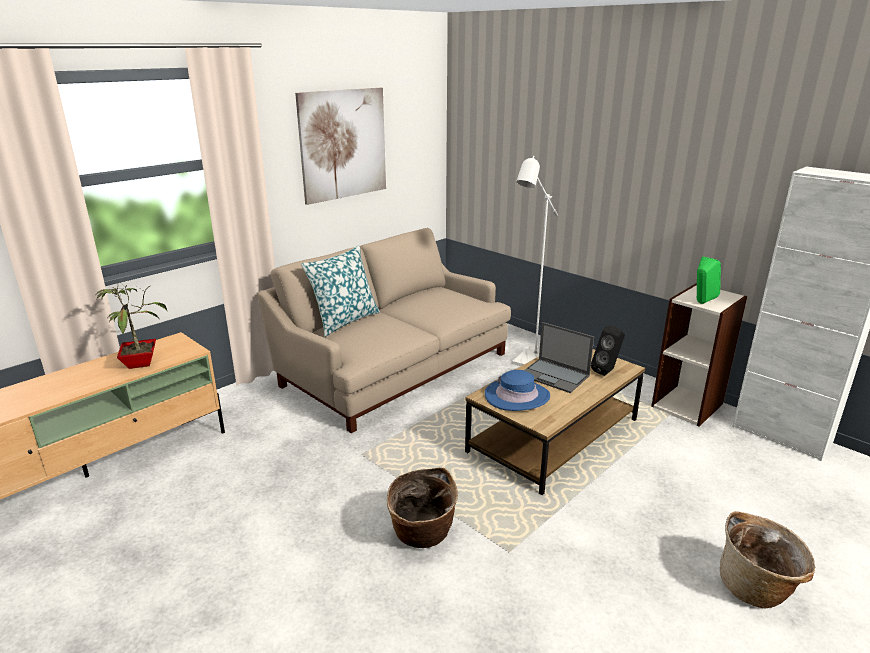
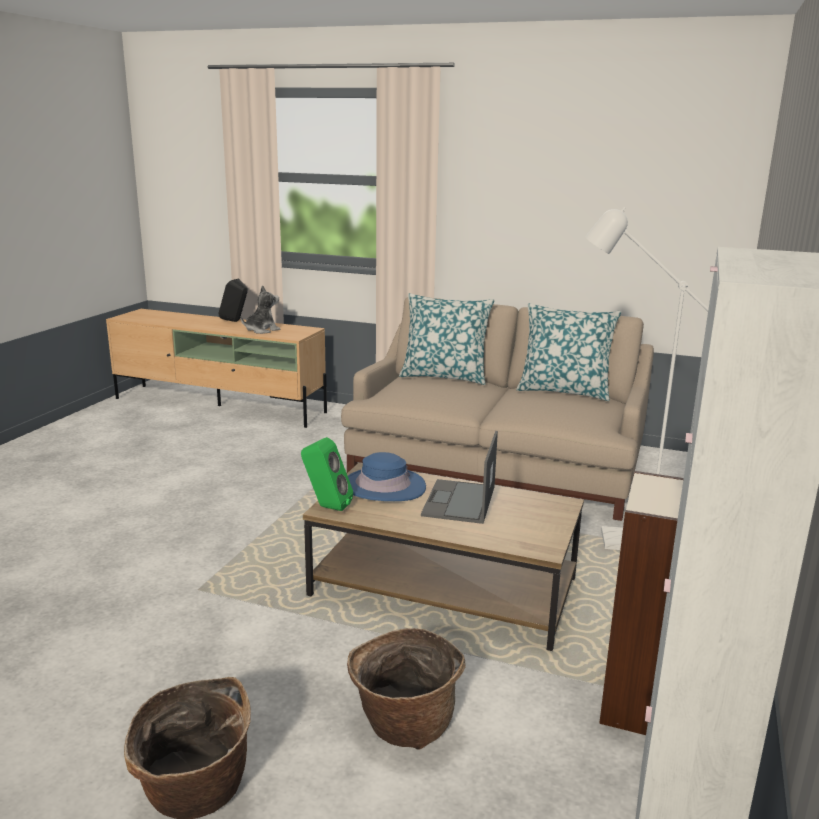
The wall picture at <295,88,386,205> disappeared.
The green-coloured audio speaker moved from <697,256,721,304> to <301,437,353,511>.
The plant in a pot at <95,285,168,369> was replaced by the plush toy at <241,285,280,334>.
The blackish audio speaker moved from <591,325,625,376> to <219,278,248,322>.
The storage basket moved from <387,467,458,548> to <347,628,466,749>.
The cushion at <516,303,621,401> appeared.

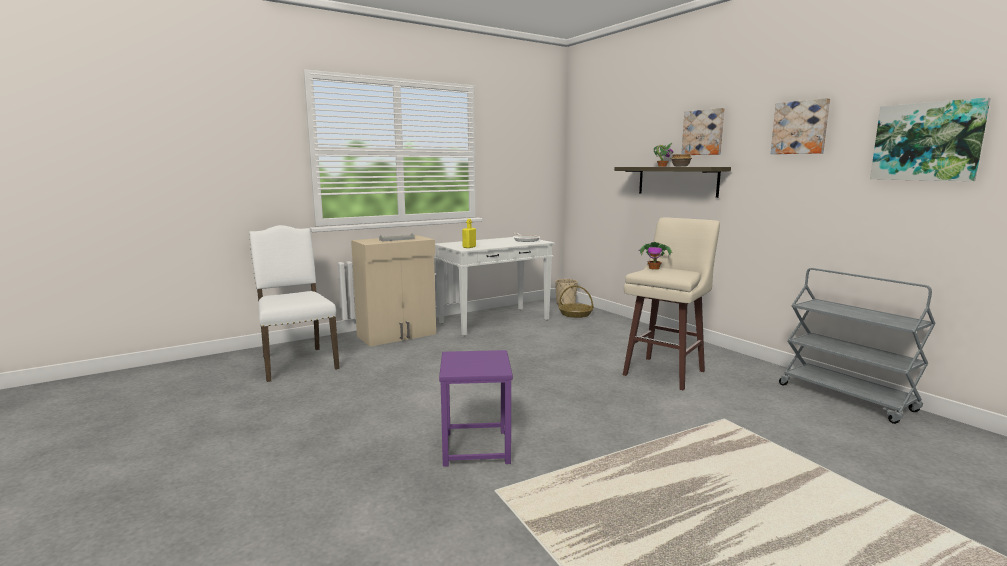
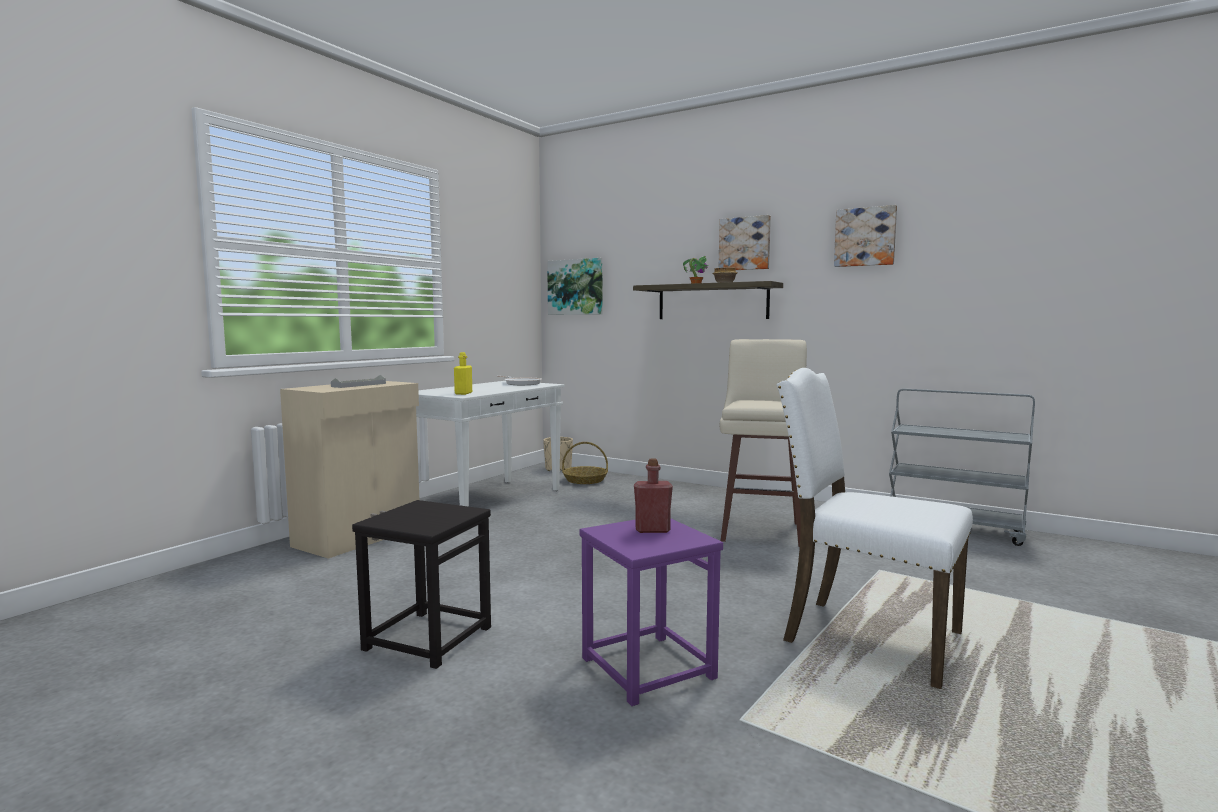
The wall picture moved from <870,97,991,181> to <547,258,602,315>.
The whitish plain chair moved from <249,225,340,382> to <777,368,973,689>.
The plant in a pot at <638,242,673,270> disappeared.
The red beverage bottle at <634,459,673,533> appeared.
The blackish stool seat at <352,500,491,669> appeared.

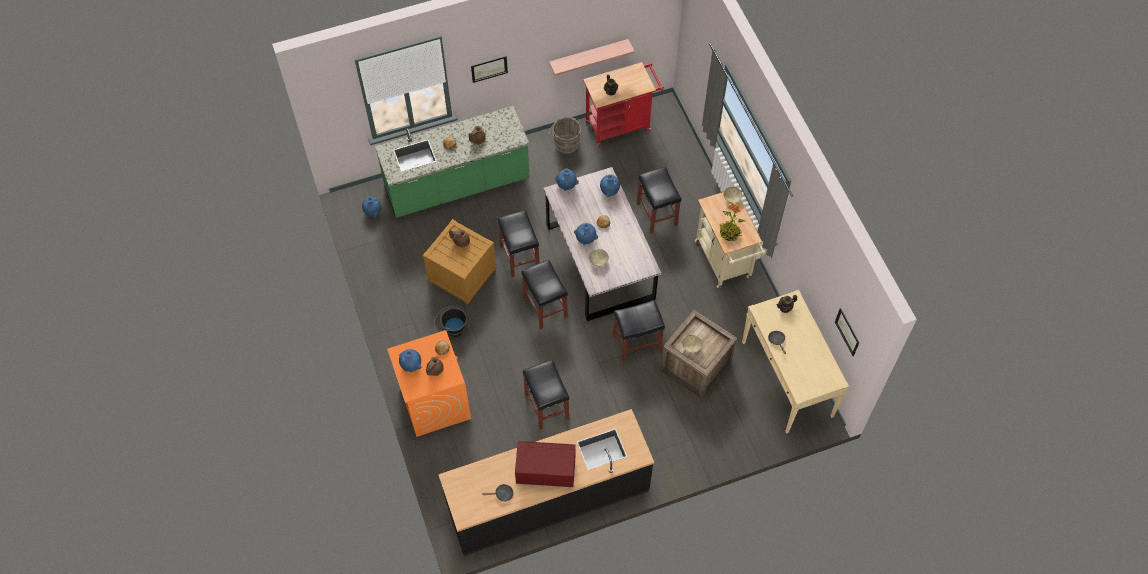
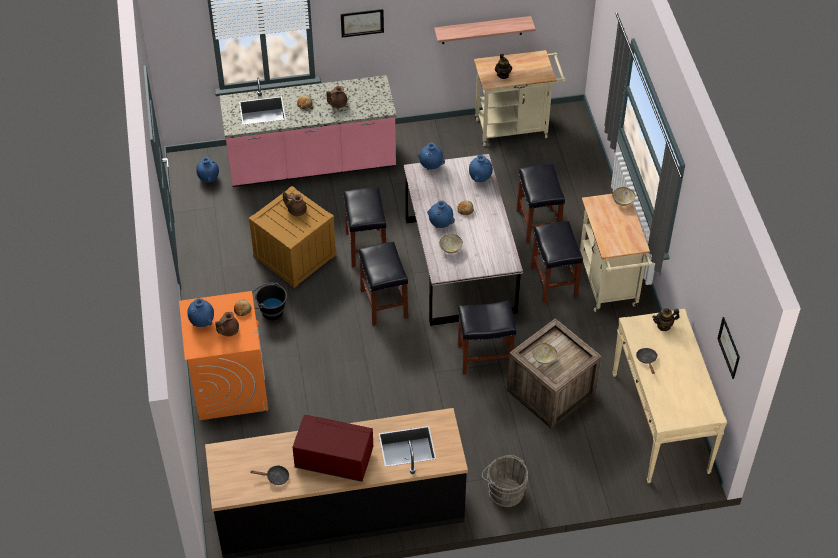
The red cart at <583,62,664,147> became the sand-coloured cart at <474,50,567,146>.
The green-coloured kitchen base unit at <375,106,530,218> became the pink kitchen base unit at <219,75,396,187>.
The grey bucket moved from <549,117,581,154> to <482,455,528,507>.
The plant in a pot at <719,203,746,241> disappeared.
The blackish stool seat moved from <523,360,569,430> to <531,221,583,303>.

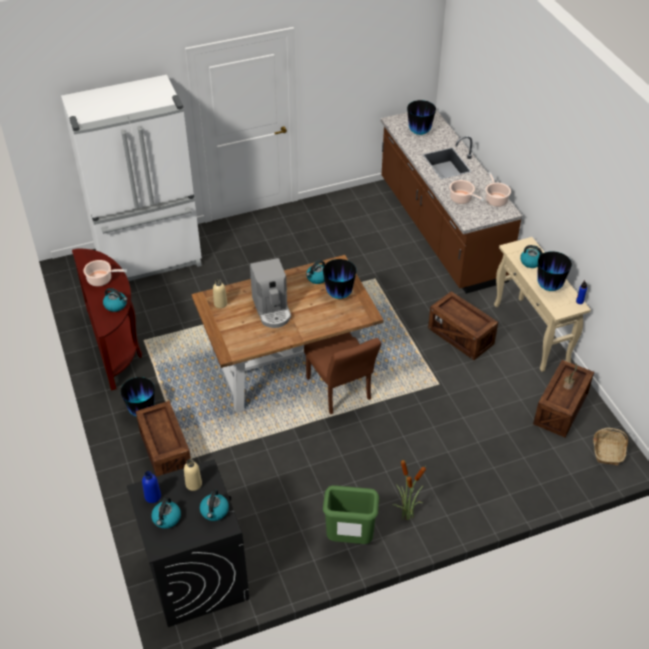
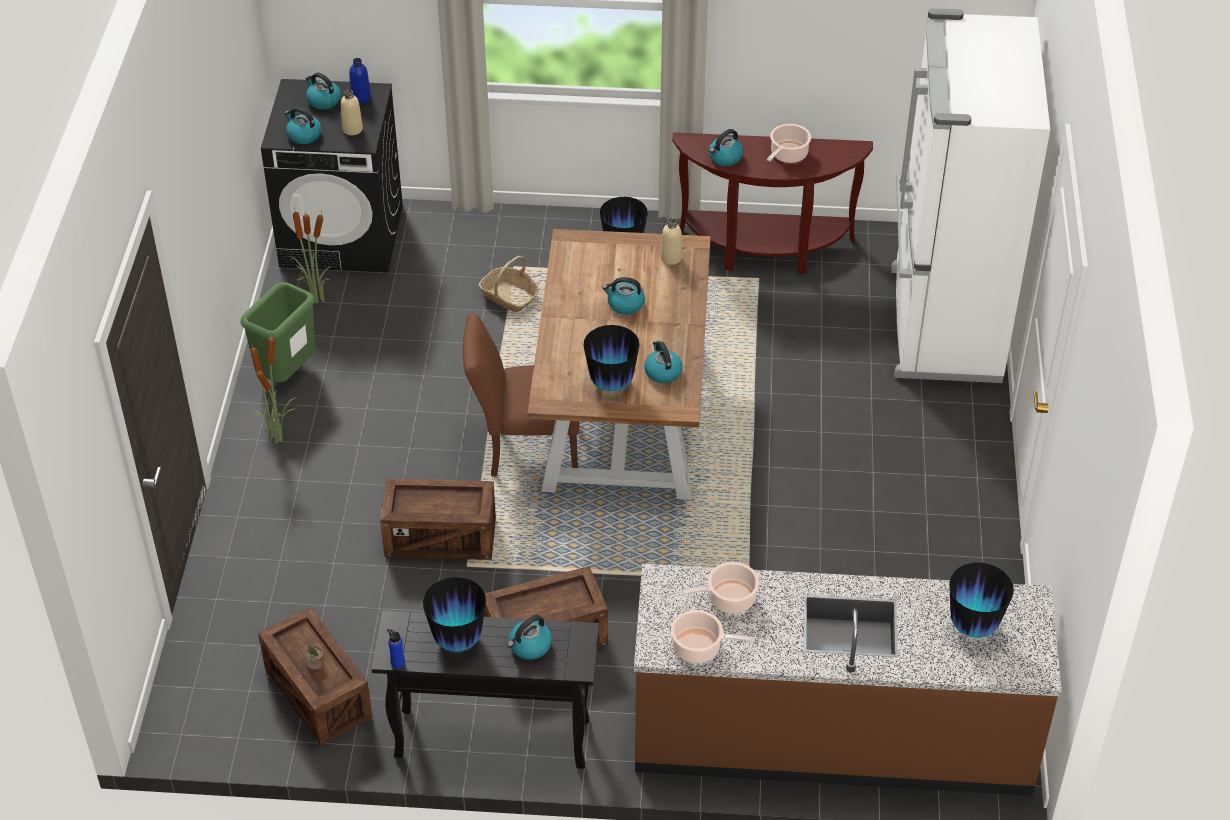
The sand-coloured console table at <494,237,591,372> became the blackish console table at <372,611,599,769>.
The coffee maker at <250,258,291,328> was replaced by the kettle at <602,277,645,315>.
The crate moved from <136,401,191,477> to <380,478,496,560>.
The storage basket moved from <593,428,628,465> to <478,256,539,312>.
The plant in a pot at <290,206,330,303> appeared.

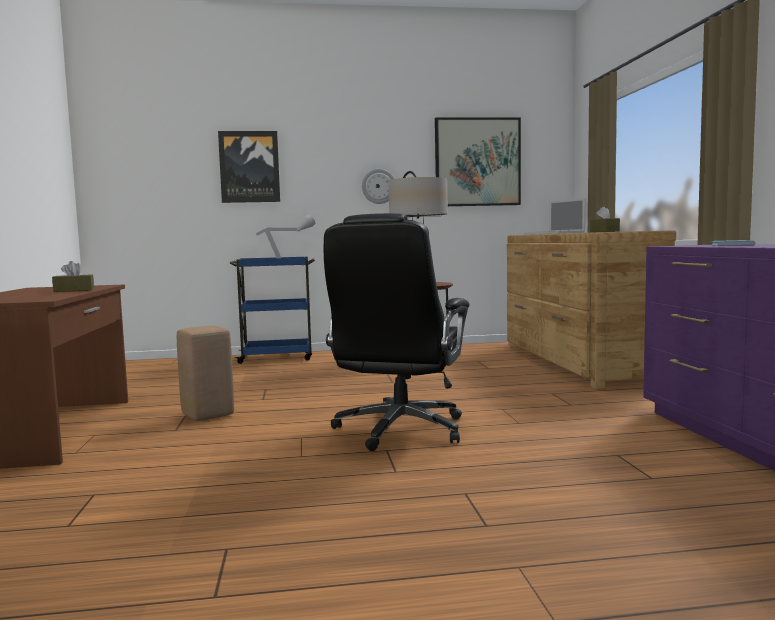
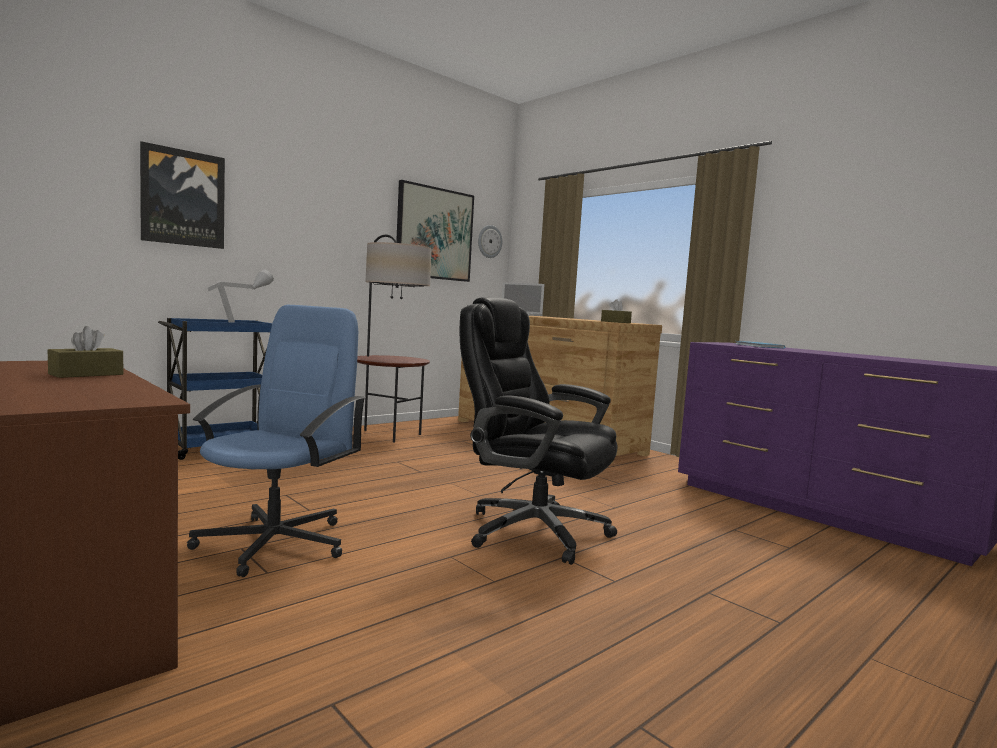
The hanging clock moved from <362,169,394,204> to <478,225,502,258>.
The blackish computer chair at <324,213,470,451> turned 135 degrees clockwise.
The sand-coloured stool seat at <177,326,234,421> was replaced by the blue-coloured computer chair at <187,305,366,577>.

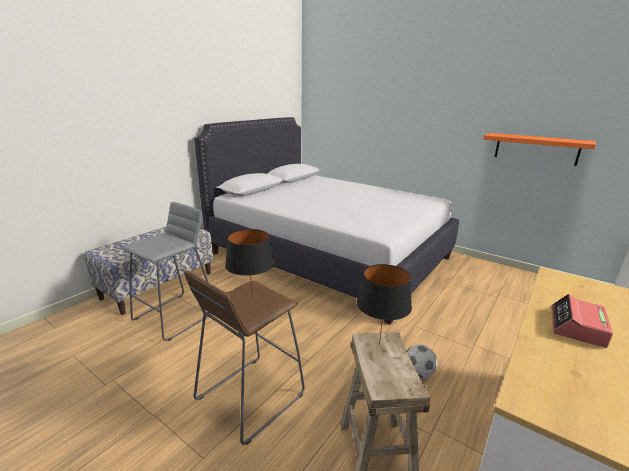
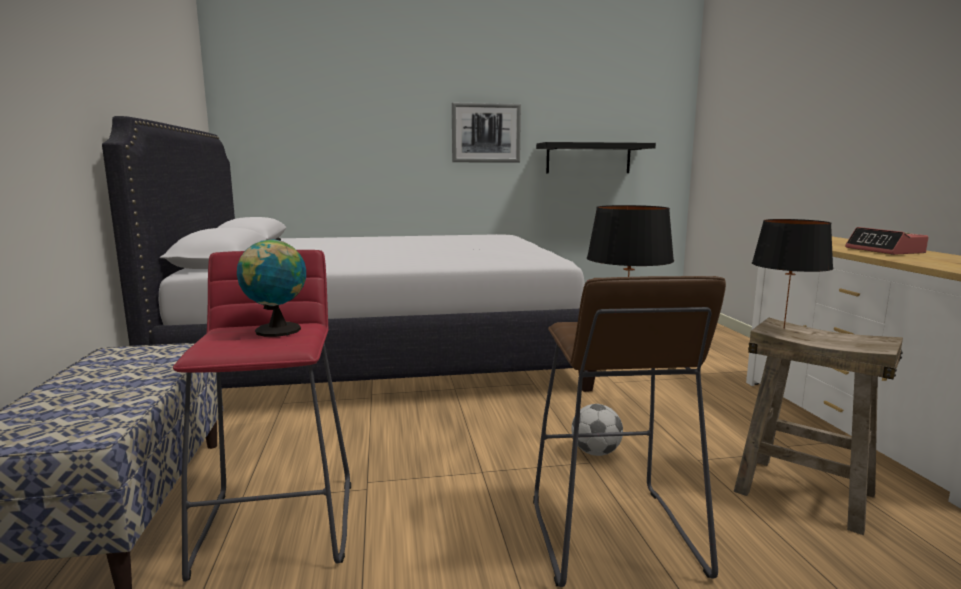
The orange shelf at <483,133,596,166> became the blackish shelf at <536,142,656,173>.
The grey stool seat at <123,202,213,341> became the red stool seat at <173,250,351,582>.
The football moved from <407,344,438,379> to <572,404,623,456>.
The wall picture at <452,102,521,162> appeared.
The desk globe at <237,238,306,337> appeared.

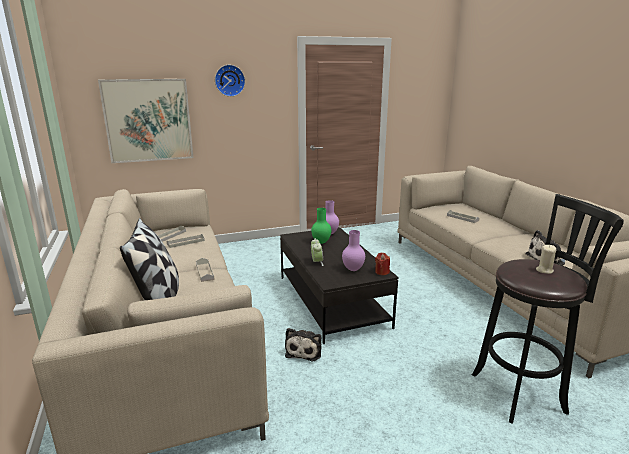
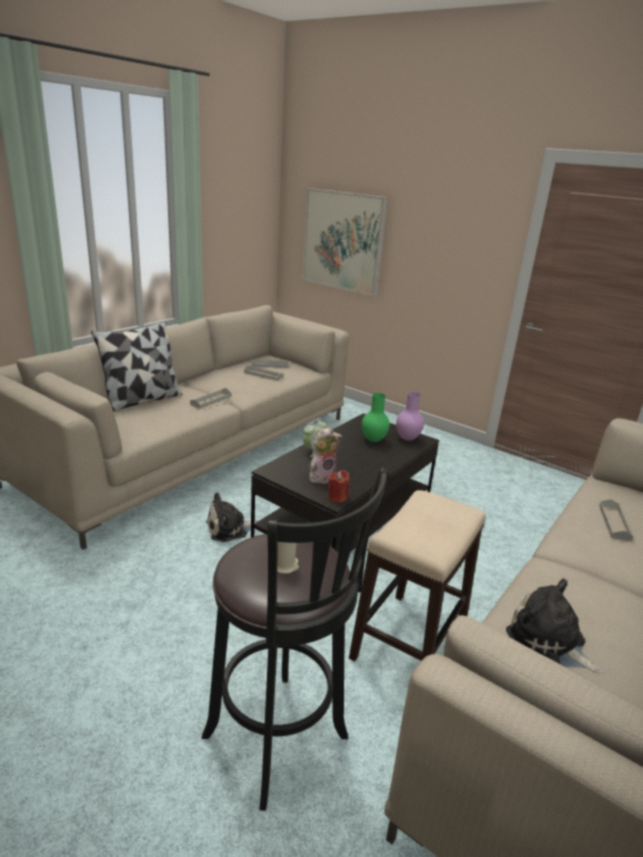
The hanging clock at <215,65,245,97> disappeared.
The purplish flower vase at <342,230,365,271> was replaced by the plush toy at <309,427,342,484>.
The stool seat at <349,490,486,662> appeared.

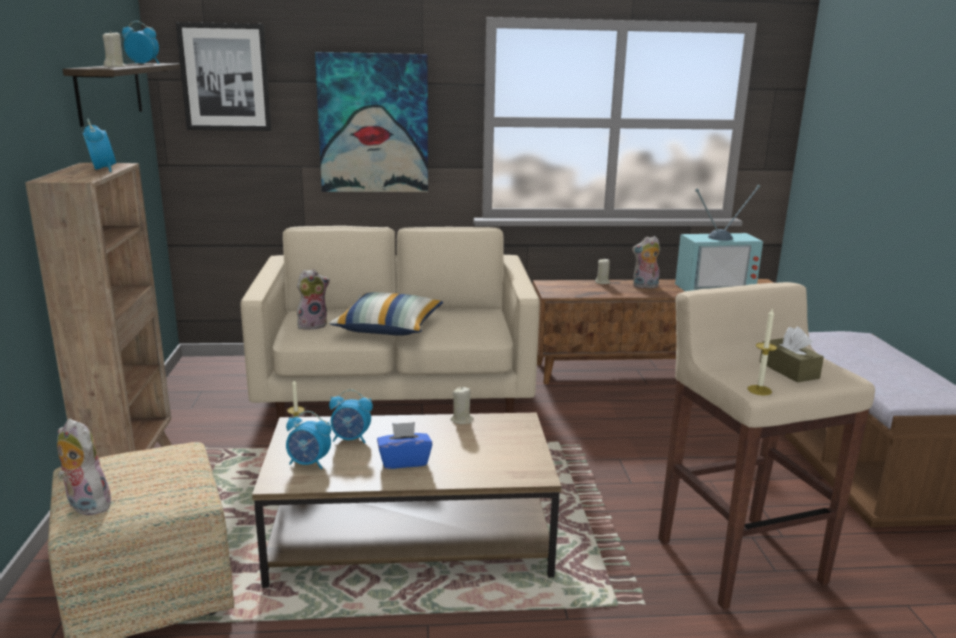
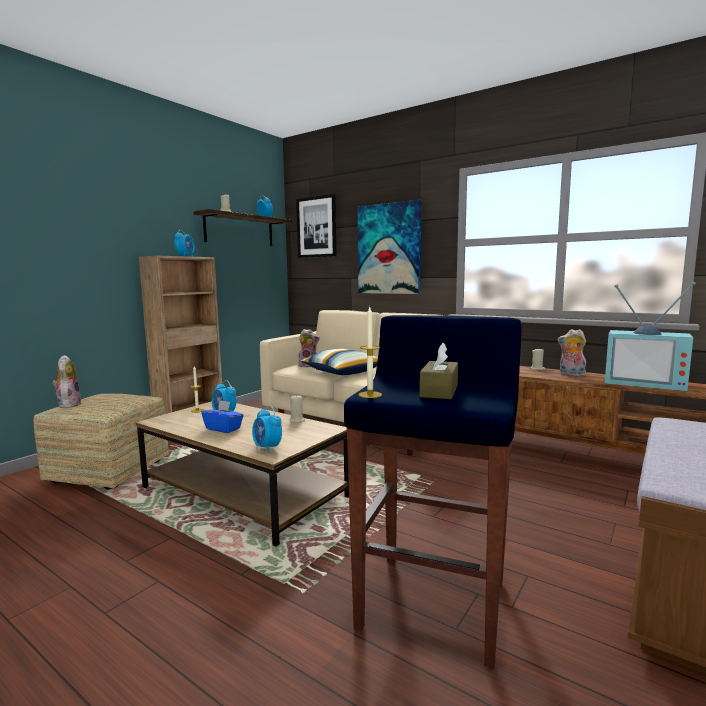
The sand-coloured stool seat at <658,282,875,609> became the blue-coloured stool seat at <344,315,521,668>.
The table clock moved from <286,411,331,469> to <252,406,282,453>.

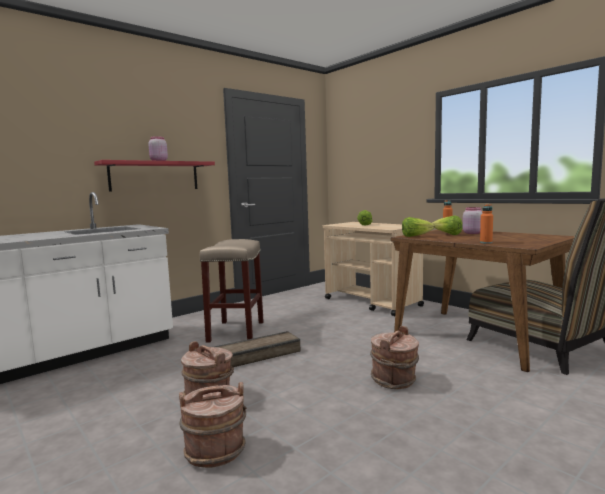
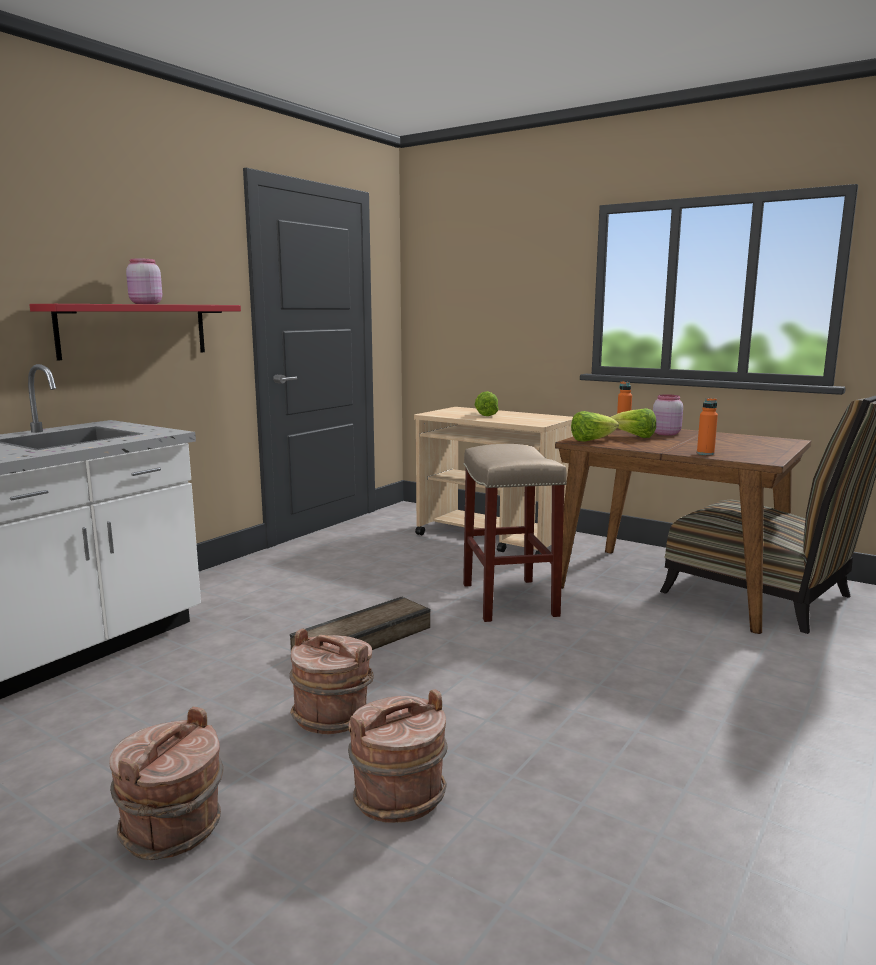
The sand-coloured stool seat moved from <200,239,264,343> to <463,444,567,622>.
The brown bucket moved from <370,326,419,389> to <109,706,223,860>.

